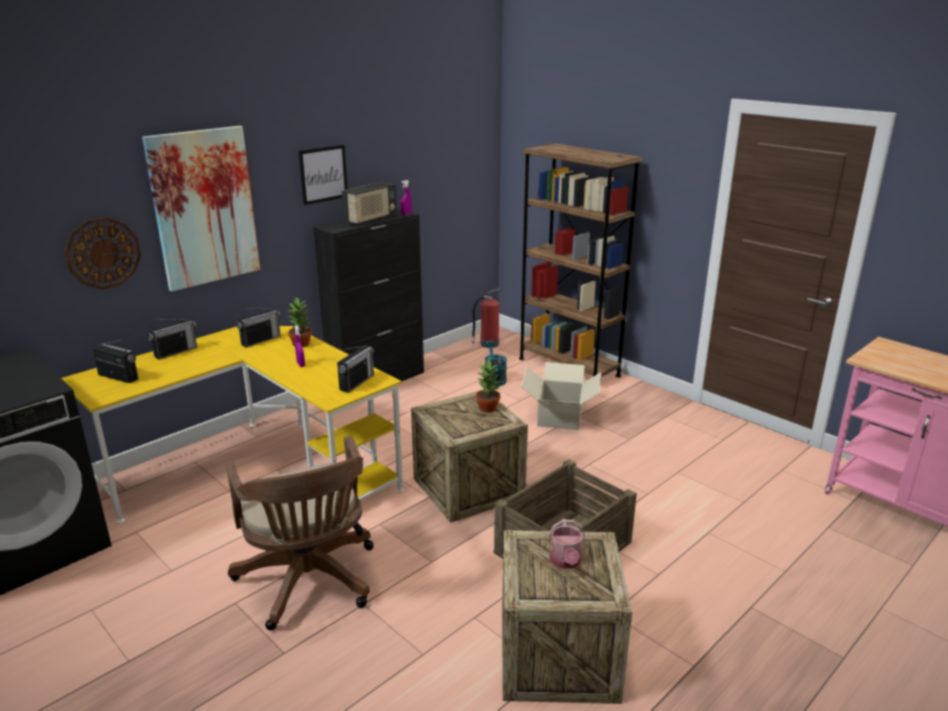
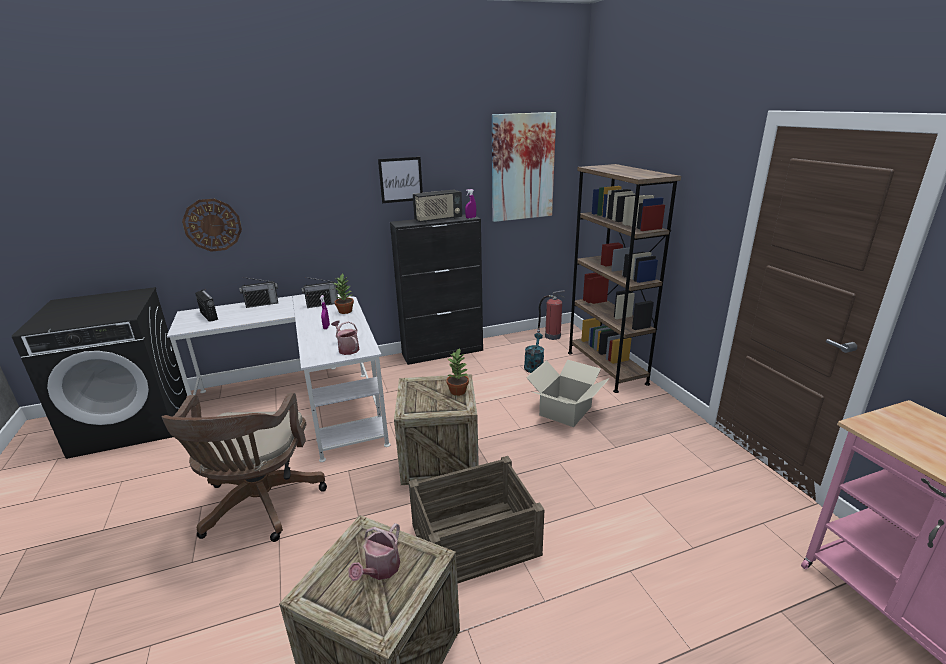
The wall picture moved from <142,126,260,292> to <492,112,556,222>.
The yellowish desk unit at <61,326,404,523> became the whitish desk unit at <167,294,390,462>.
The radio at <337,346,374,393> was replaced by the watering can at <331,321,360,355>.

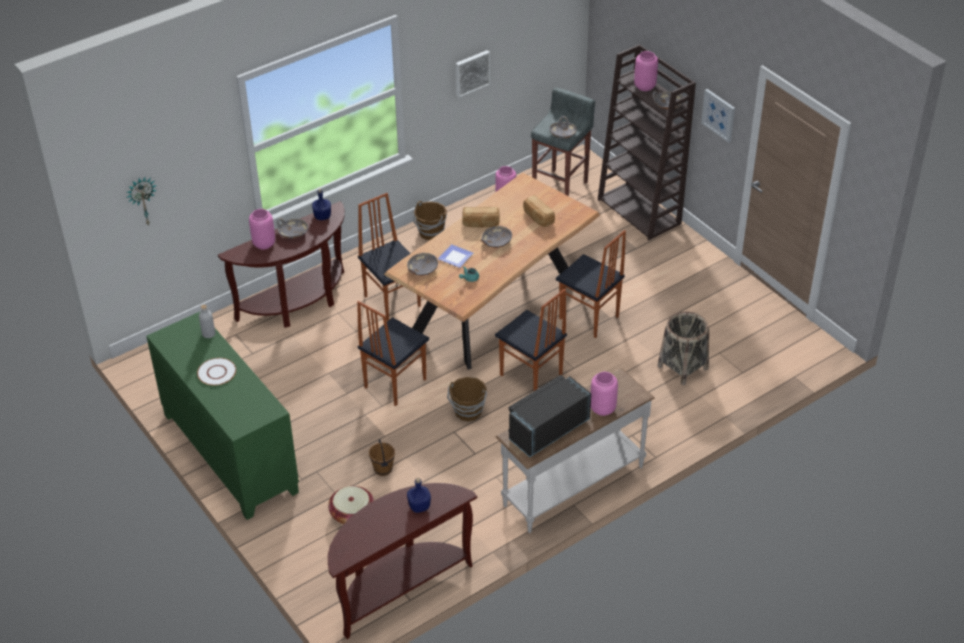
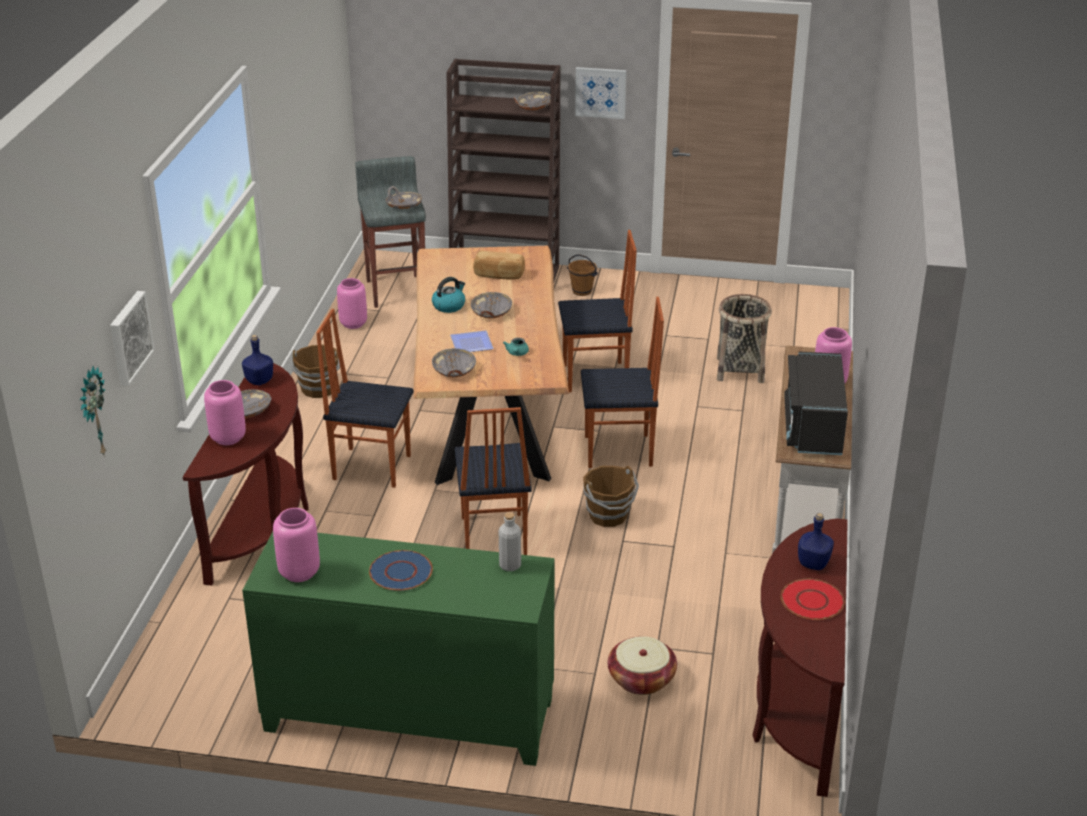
The wall picture moved from <456,50,490,98> to <110,291,155,386>.
The pink flower vase moved from <634,51,658,91> to <273,508,320,582>.
The bakery bread at <462,207,500,227> was replaced by the kettle at <432,277,465,313>.
The grey beverage bottle moved from <199,305,215,338> to <499,512,521,571>.
The whitish plate at <197,358,236,386> became the blue-coloured plate at <369,550,433,591>.
The brown bucket moved from <369,439,395,476> to <567,254,598,296>.
The red plate at <781,579,845,620> appeared.

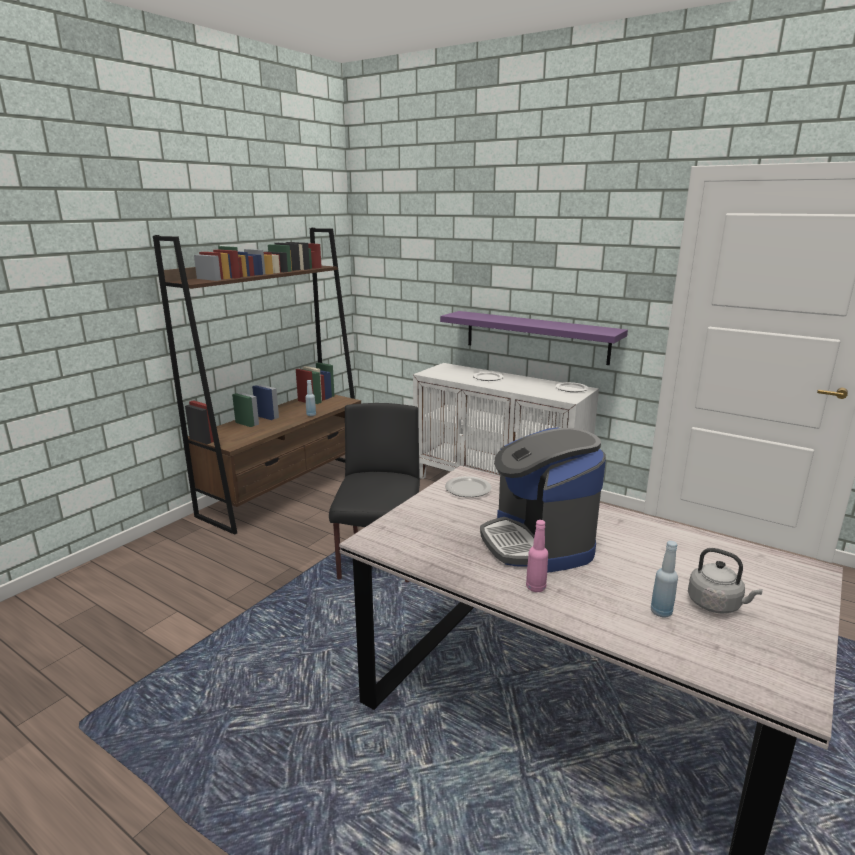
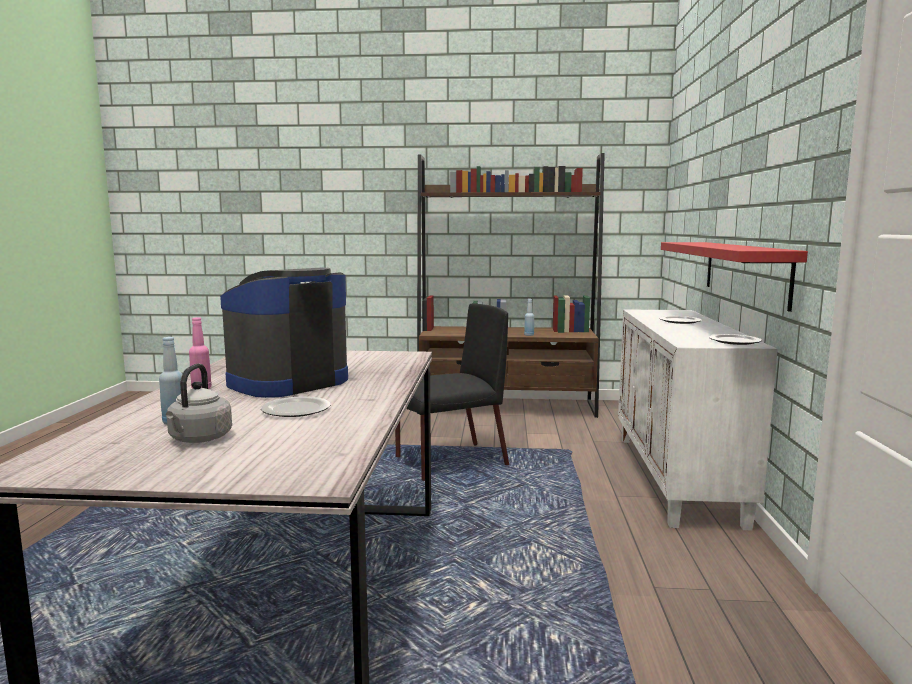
The purplish shelf at <440,311,628,365> became the red shelf at <661,242,808,312>.
The plate moved from <445,476,492,497> to <261,396,330,417>.

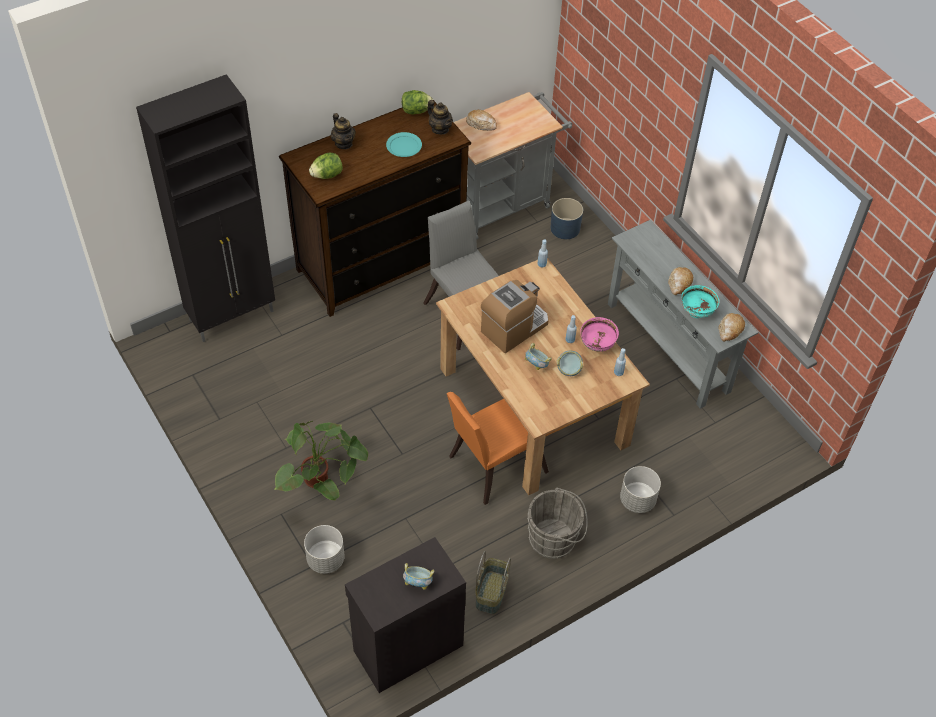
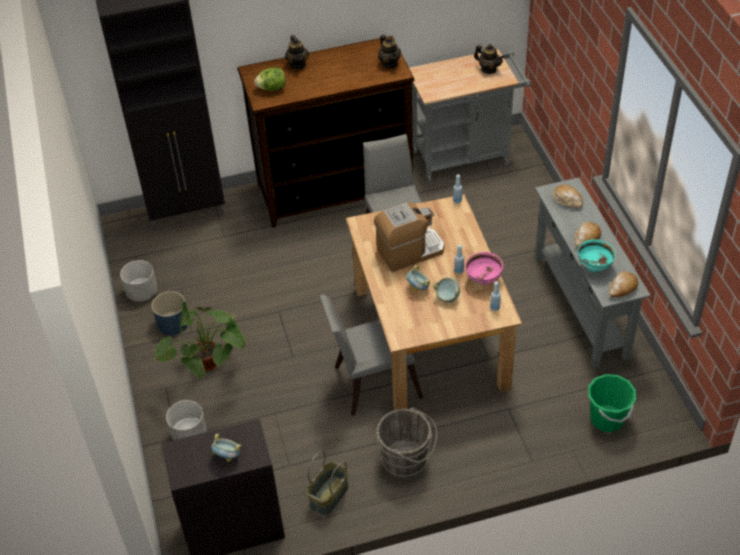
The lettuce at <402,90,433,114> disappeared.
The bakery bread moved from <466,110,497,131> to <552,185,583,208>.
The turquoise plate at <386,132,422,157> disappeared.
The blue-coloured flower pot moved from <550,198,583,239> to <152,291,188,335>.
The orange plain chair at <447,392,549,505> became the grey plain chair at <320,295,423,416>.
The grey flower pot moved from <620,466,661,513> to <120,260,158,301>.
The tea pot at <474,44,505,74> appeared.
The green-coloured bucket at <588,374,636,432> appeared.

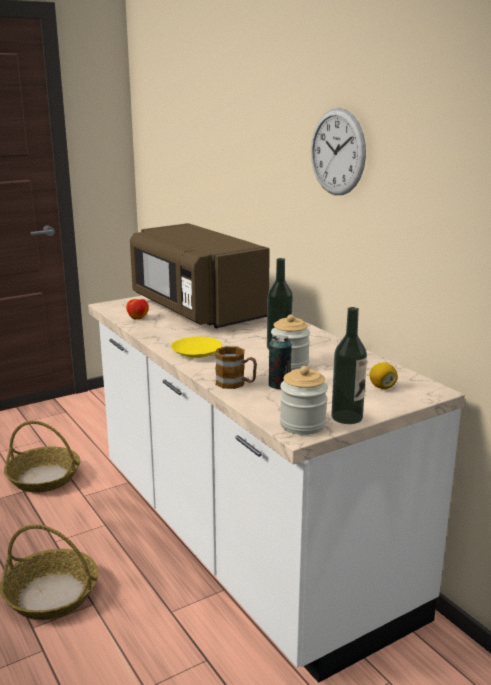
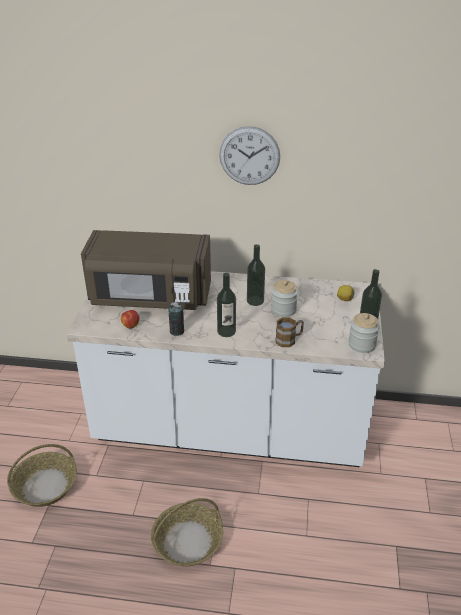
The metal can moved from <269,335,292,389> to <168,302,184,336>.
The yellowish plate at <171,336,222,358> was replaced by the beverage bottle at <217,273,236,337>.

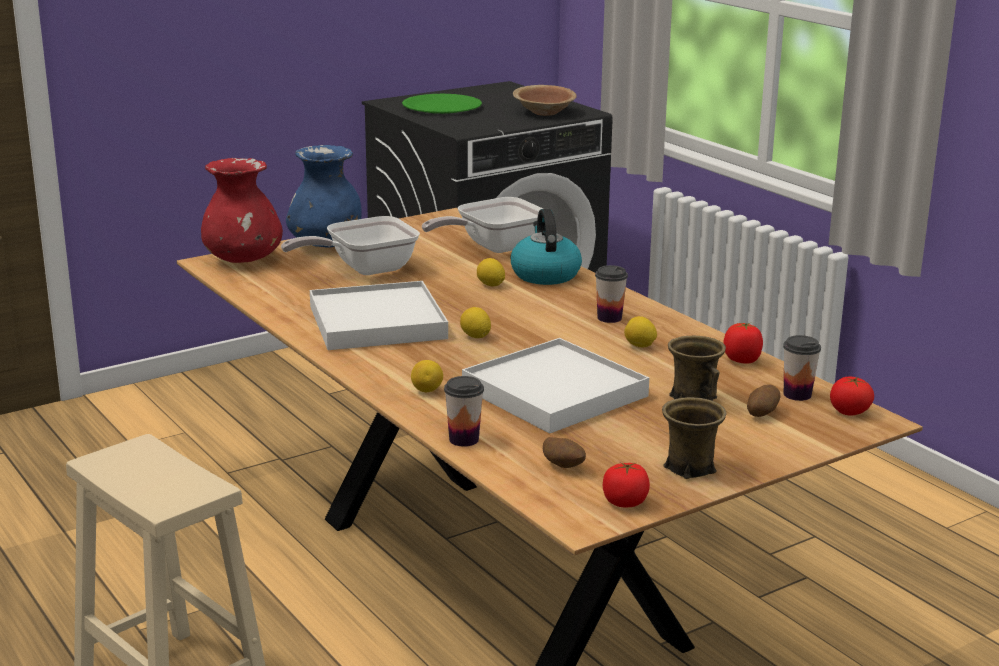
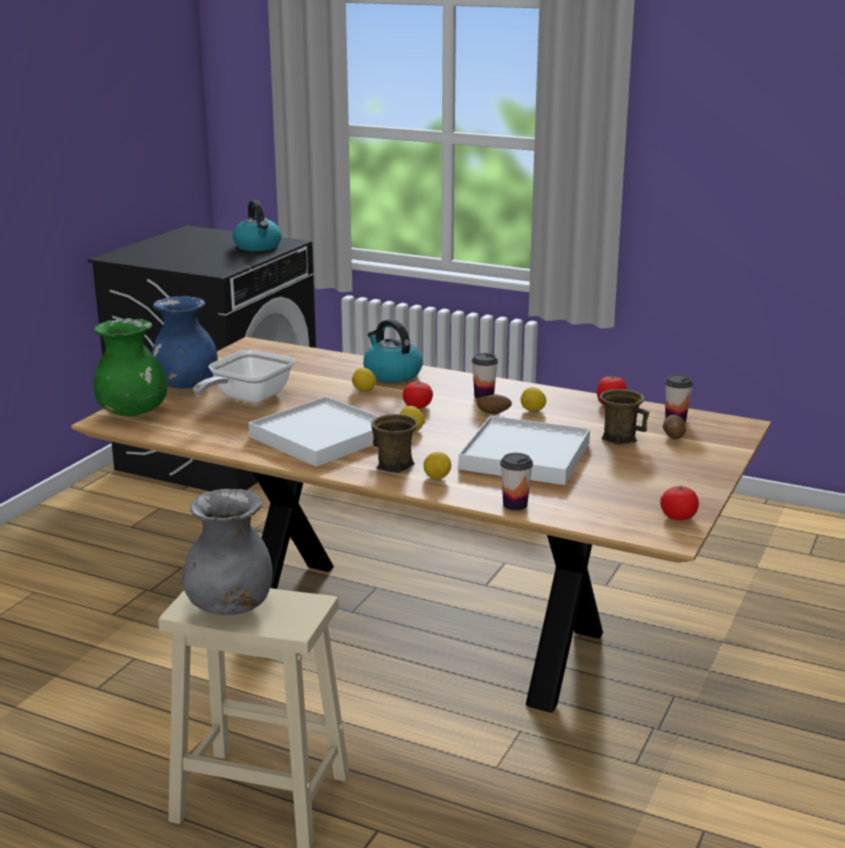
The brown deep dish at <513,85,577,116> was replaced by the kettle at <233,200,282,251>.
The green-coloured plate at <402,94,482,114> disappeared.
The red flower vase at <201,158,283,263> became the green-coloured flower vase at <94,318,168,416>.
The frying pan at <422,197,543,253> disappeared.
The fresh tomato moved from <830,377,874,416> to <403,381,433,409>.
The brown tea mug moved from <662,397,727,479> to <371,414,418,473>.
The potato moved from <543,437,586,468> to <477,394,512,414>.
The grey flower vase at <182,489,272,615> appeared.

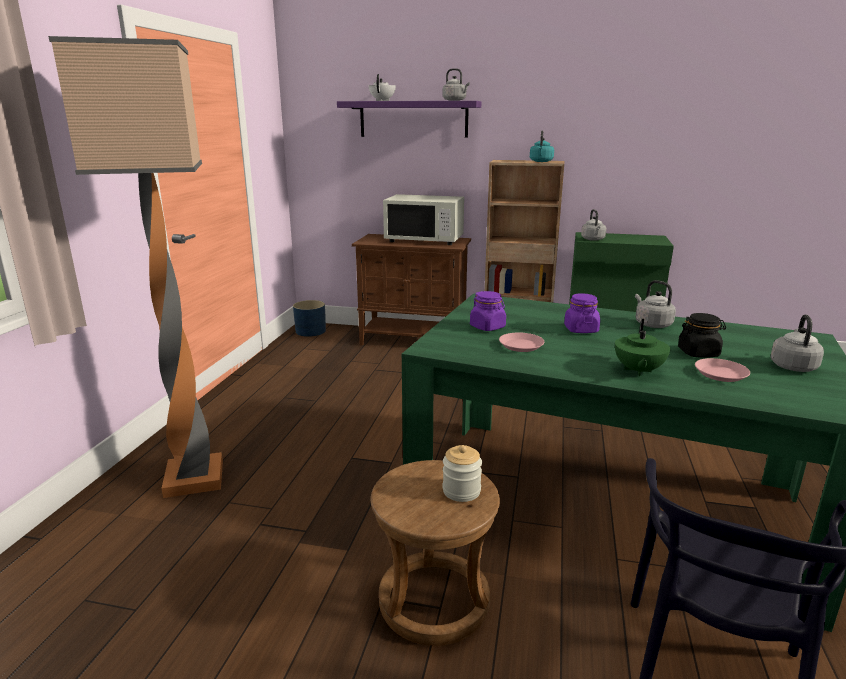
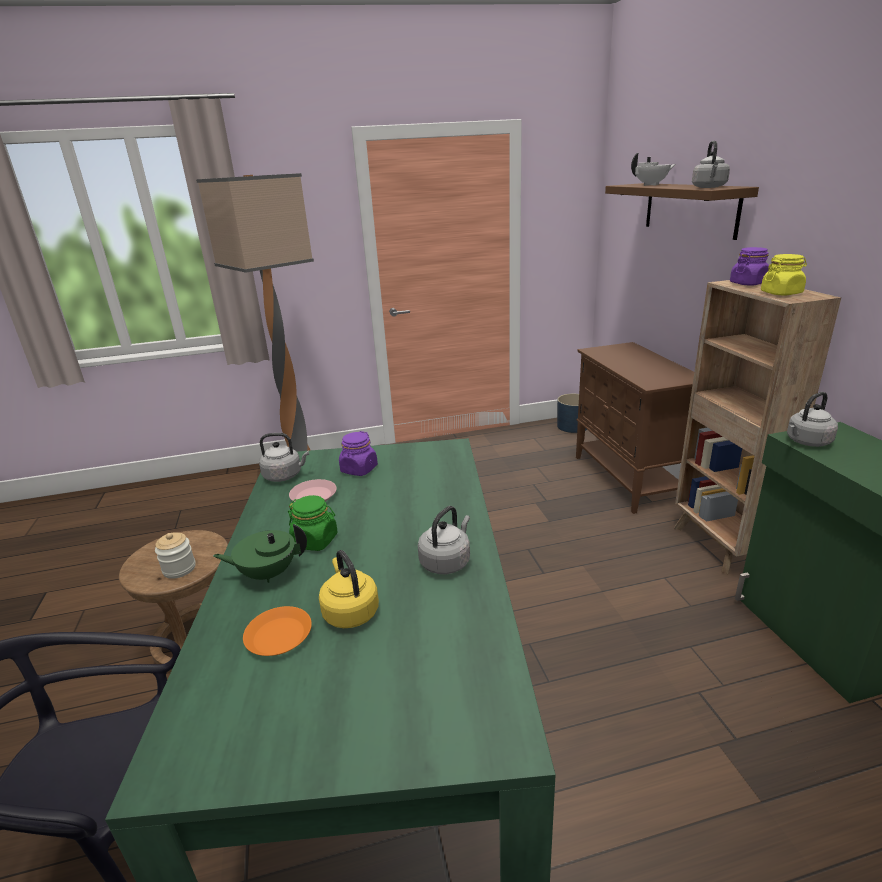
The purplish shelf at <337,101,481,138> became the brown shelf at <605,183,759,240>.
The turquoise kettle at <530,130,554,162> was replaced by the yellowish jar at <761,254,807,295>.
The whitish microwave at <383,194,464,245> disappeared.
The purplish jar moved from <564,293,600,333> to <730,247,769,286>.
The blackish jar at <678,313,726,358> was replaced by the yellowish kettle at <319,550,379,628>.
The grey kettle moved from <771,314,824,372> to <259,433,309,482>.
The pink plate at <695,358,750,382> became the orange plate at <243,606,312,656>.
The green-coloured jar at <288,495,338,551> appeared.

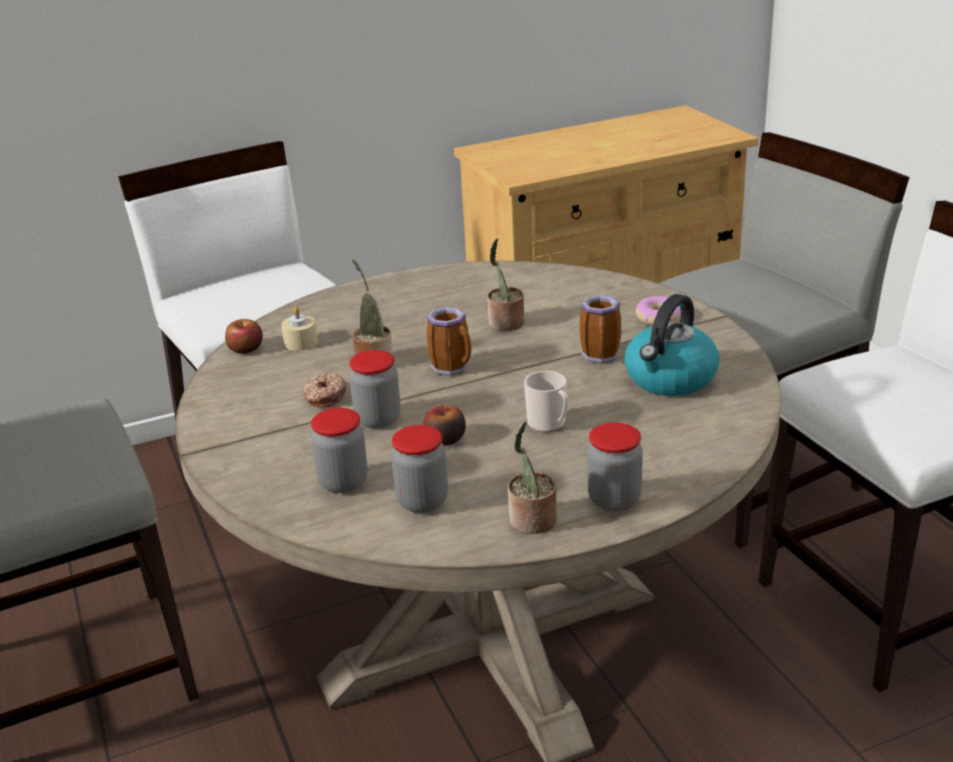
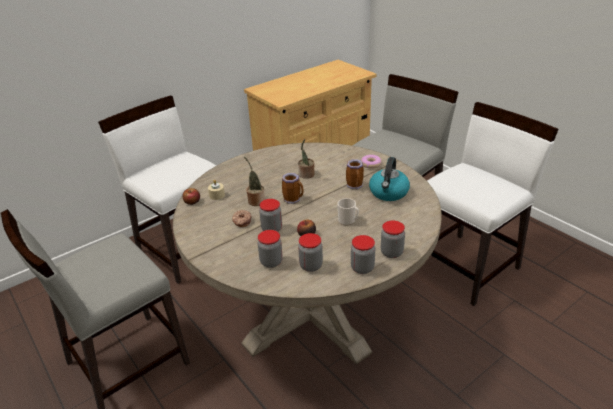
The plant in a pot at <508,421,557,534> was replaced by the jar at <351,235,375,274>.

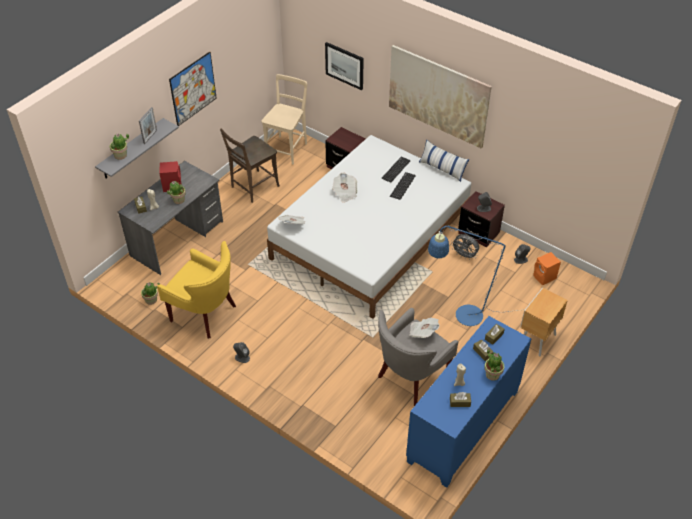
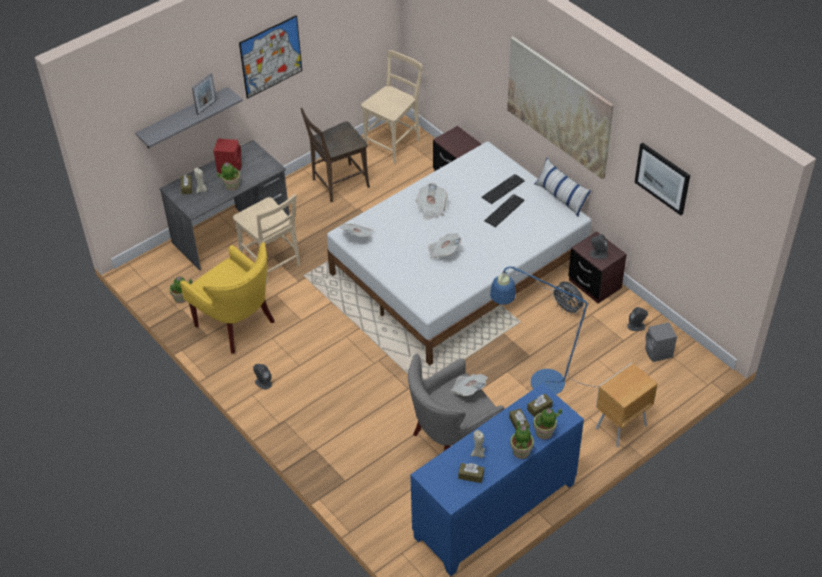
The wall picture moved from <325,42,364,90> to <634,142,690,216>.
The plant in a pot moved from <110,133,129,160> to <533,408,562,440>.
The orange audio speaker at <533,252,561,285> became the grey audio speaker at <645,322,677,362>.
The sand-coloured plain chair at <233,195,300,284> appeared.
The daily paper at <428,233,461,258> appeared.

